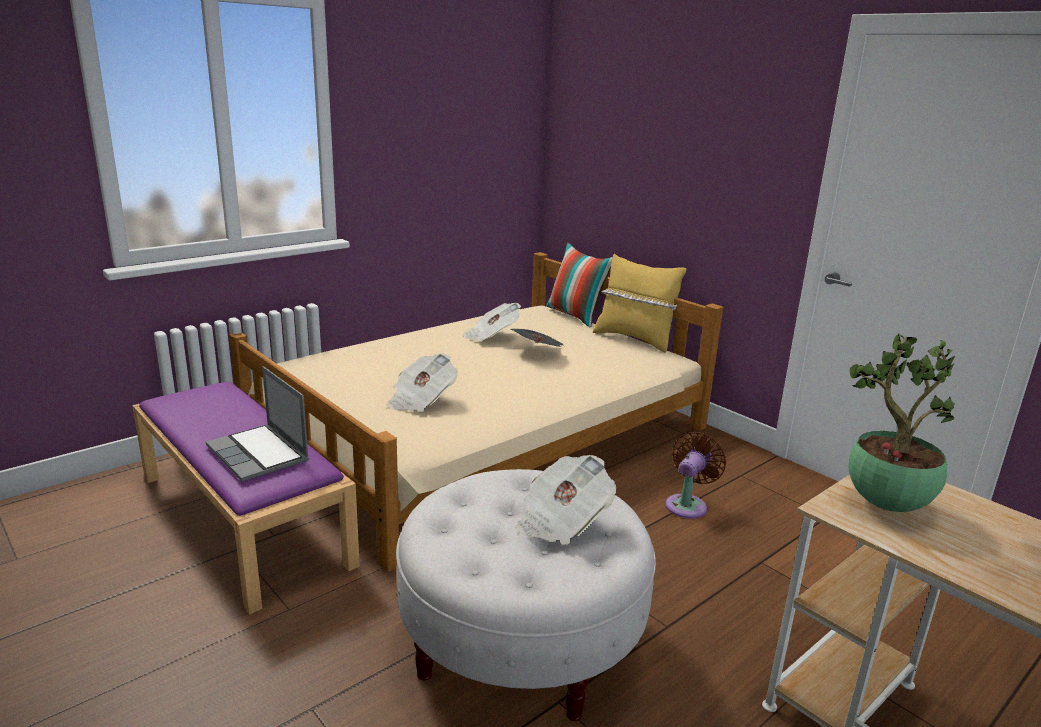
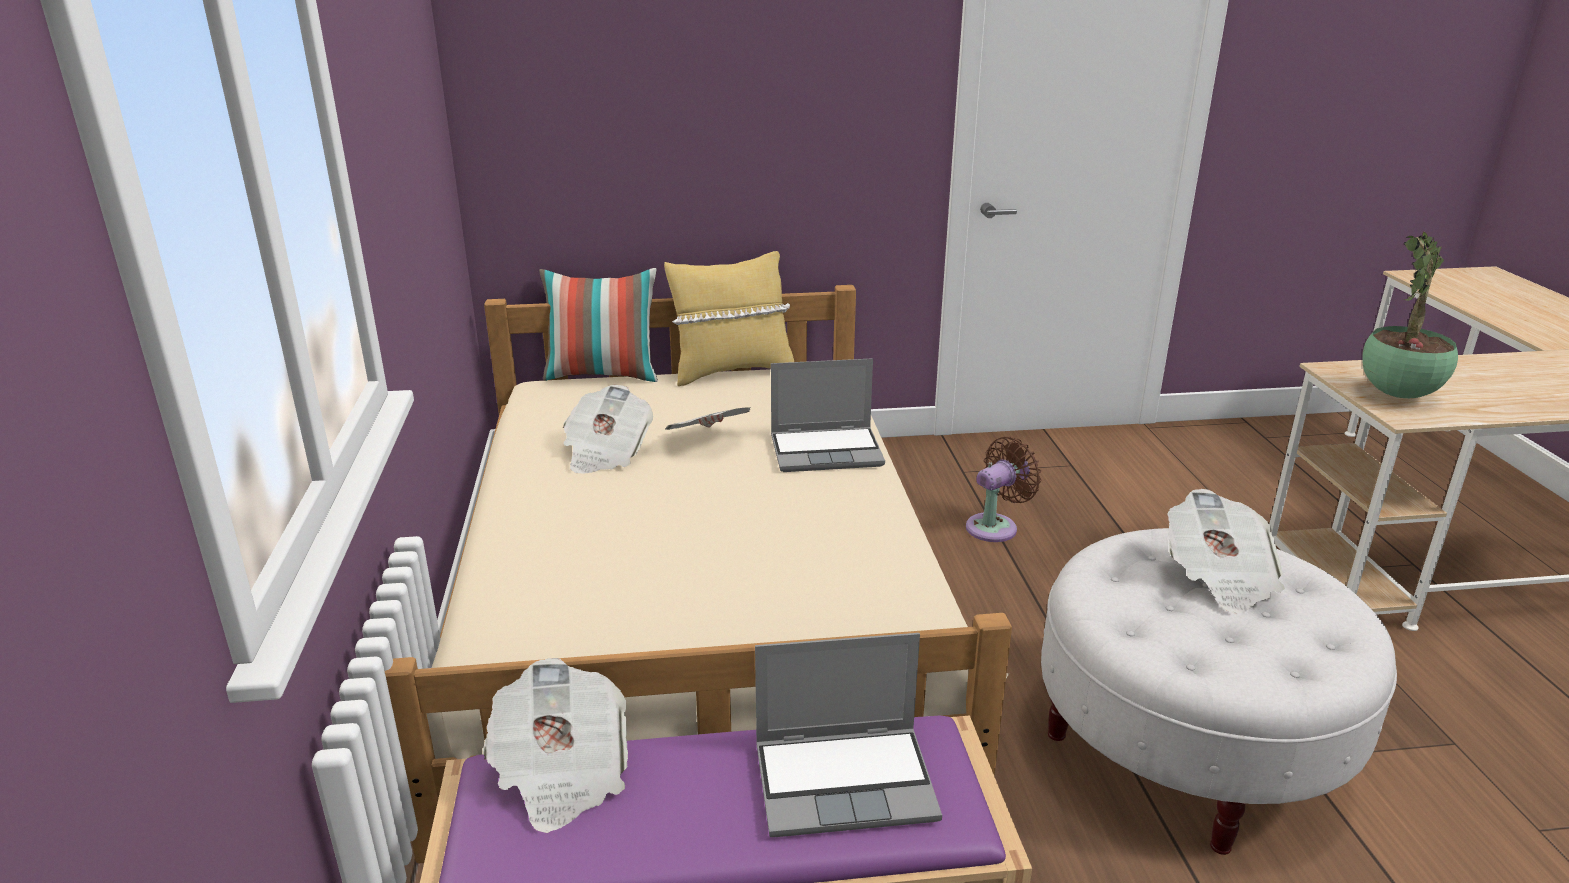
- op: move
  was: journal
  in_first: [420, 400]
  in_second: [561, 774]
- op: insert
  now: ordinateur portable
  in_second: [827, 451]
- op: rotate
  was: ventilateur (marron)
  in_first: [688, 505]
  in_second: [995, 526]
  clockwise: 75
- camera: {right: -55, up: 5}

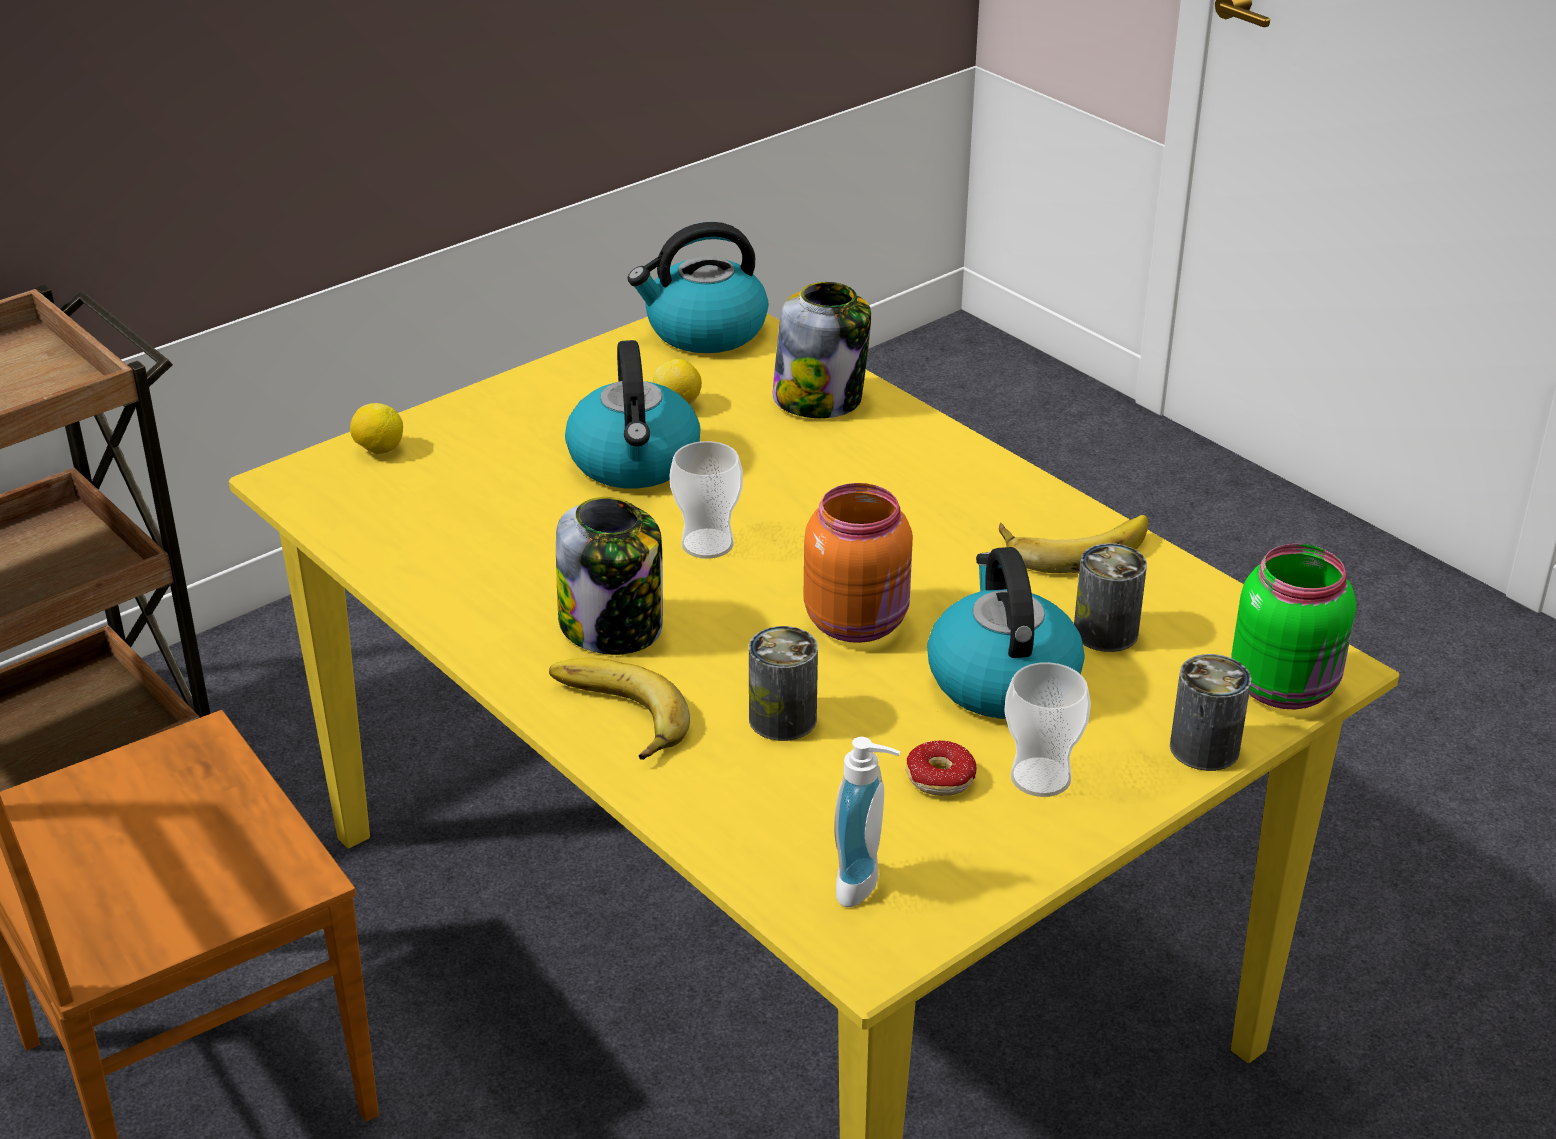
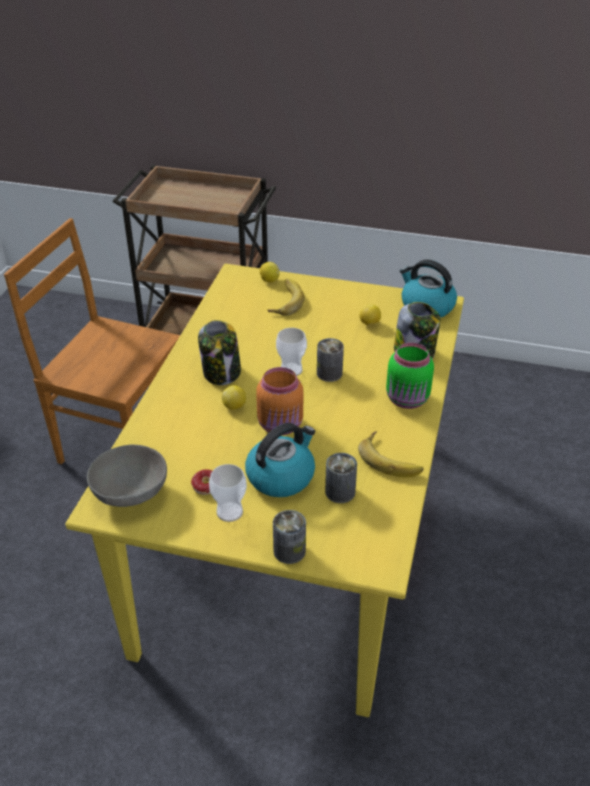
- op: replace
  was: distributeur de savon
  now: bol (gris)
  in_first: [865, 885]
  in_second: [131, 493]
- op: insert
  now: citron
  in_second: [234, 406]
- op: move
  was: banane
  in_first: [613, 718]
  in_second: [284, 300]
- op: move
  was: boîte métallique
  in_first: [782, 719]
  in_second: [329, 373]
- op: move
  was: bocal (vert)
  in_first: [1286, 687]
  in_second: [408, 400]
- op: delete
  was: bouilloire
  in_first: [635, 462]
- camera: {right: 55, up: 5}

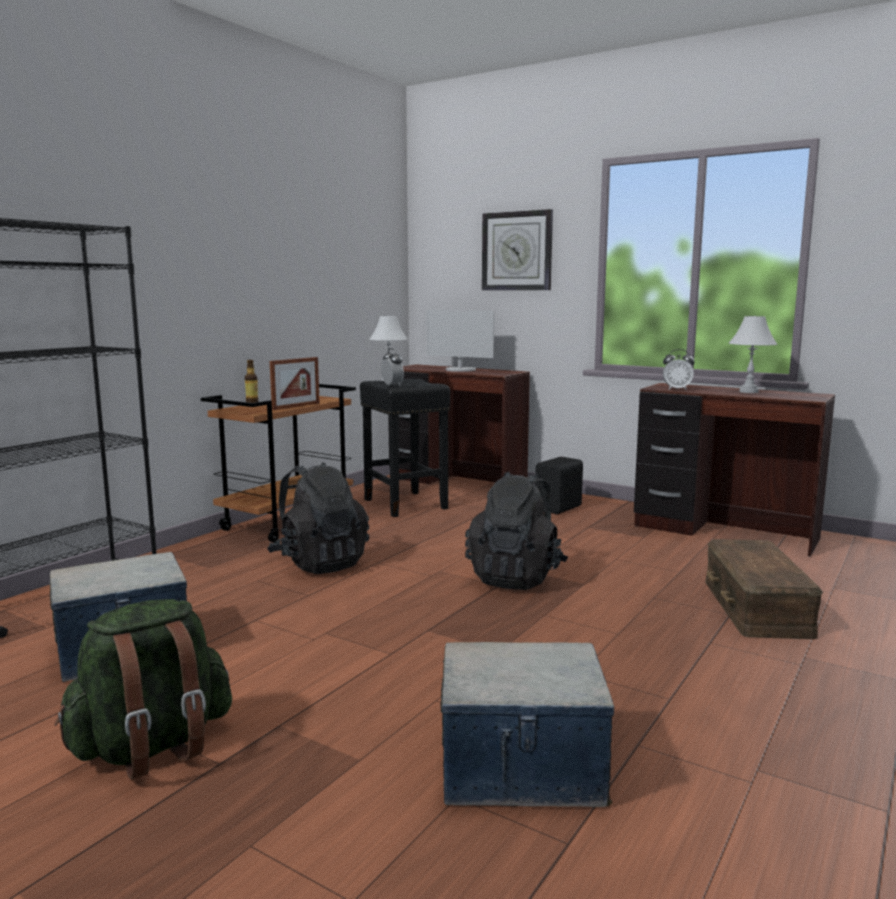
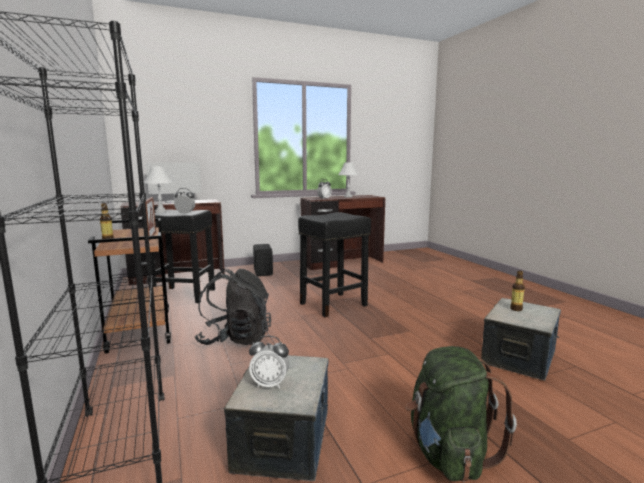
- op: insert
  now: réveil
  in_second: [270, 384]
- op: replace
  was: sac à dos (noir)
  now: tabouret (noir)
  in_first: [516, 577]
  in_second: [334, 304]
- op: insert
  now: bouteille
  in_second: [516, 309]
- op: delete
  was: horloge murale
  in_first: [517, 251]
- op: delete
  was: boîte de rangement (marron)
  in_first: [755, 607]
- camera: {right: -55, up: 0}

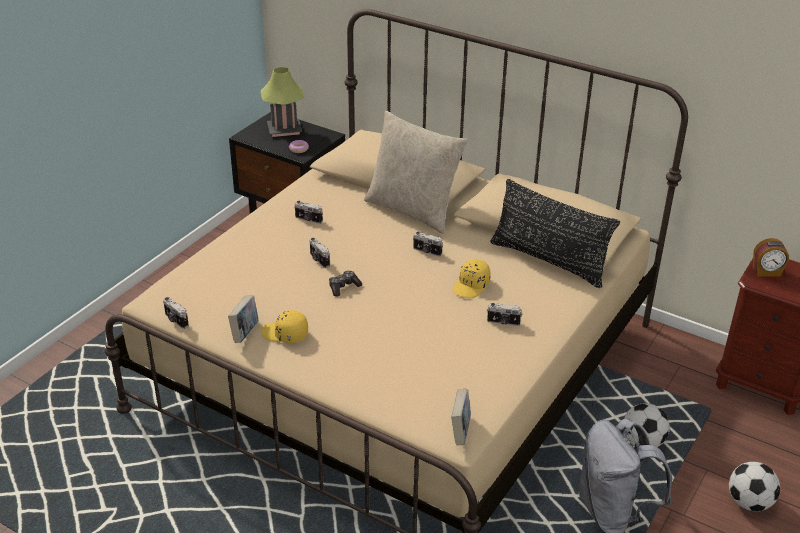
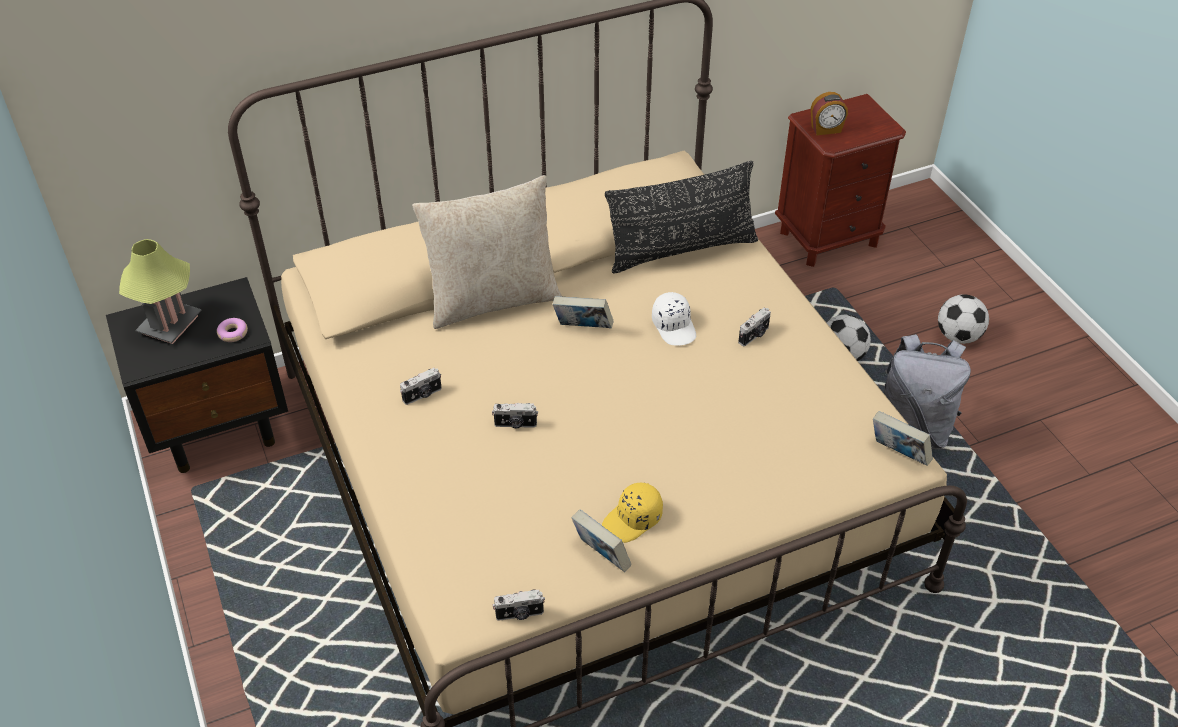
- op: replace
  was: appareil photo
  now: livre
  in_first: [427, 251]
  in_second: [583, 328]
- op: recolor
  was: casquette (jaune)
  now: casquette (blanc)
  in_first: [471, 286]
  in_second: [674, 326]
- op: rotate
  was: réveil
  in_first: [766, 272]
  in_second: [826, 129]
  clockwise: 45
- op: delete
  was: manette
  in_first: [343, 287]
- camera: {right: -55, up: 10}

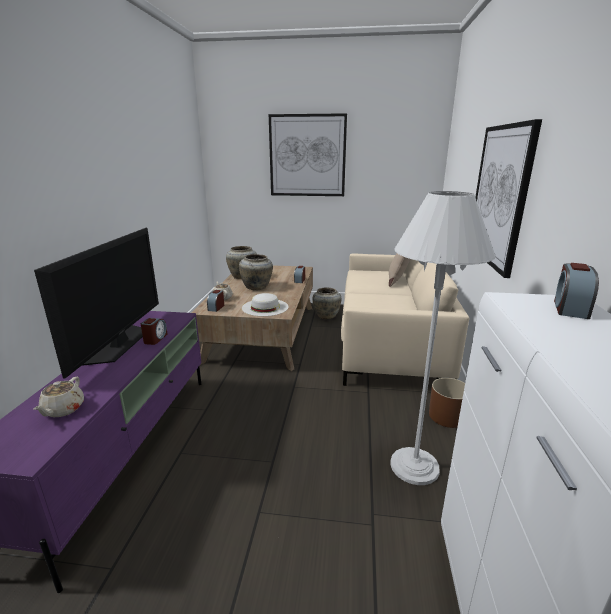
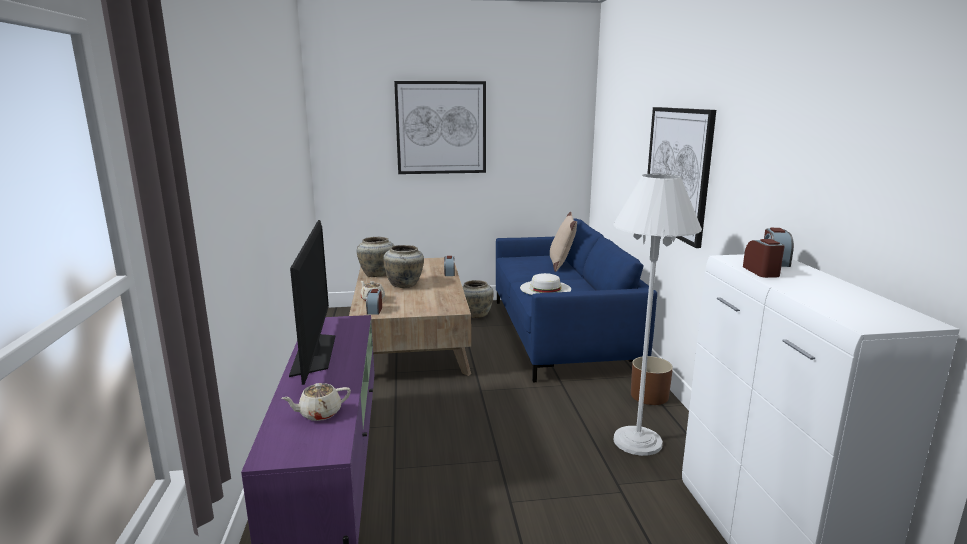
- op: rotate
  was: théière (beige)
  in_first: [63, 409]
  in_second: [319, 413]
  clockwise: 75
- op: recolor
  was: canapé (beige)
  now: canapé (bleu)
  in_first: [389, 341]
  in_second: [560, 333]
- op: move
  was: chapeau (blanc)
  in_first: [265, 307]
  in_second: [545, 288]
- op: move
  was: réveil
  in_first: [155, 339]
  in_second: [761, 272]
- camera: {right: -15, up: -5}

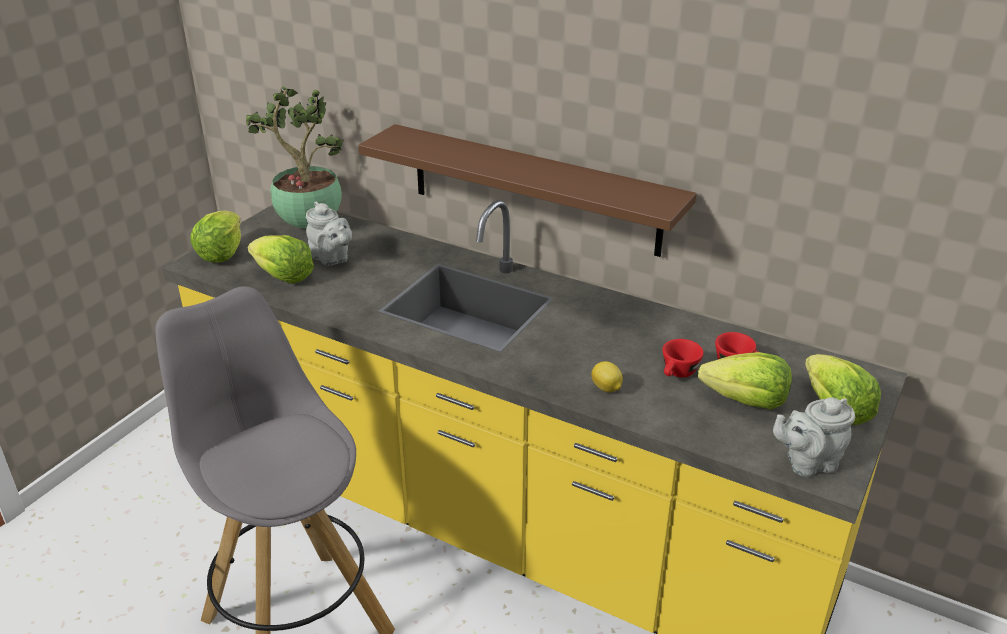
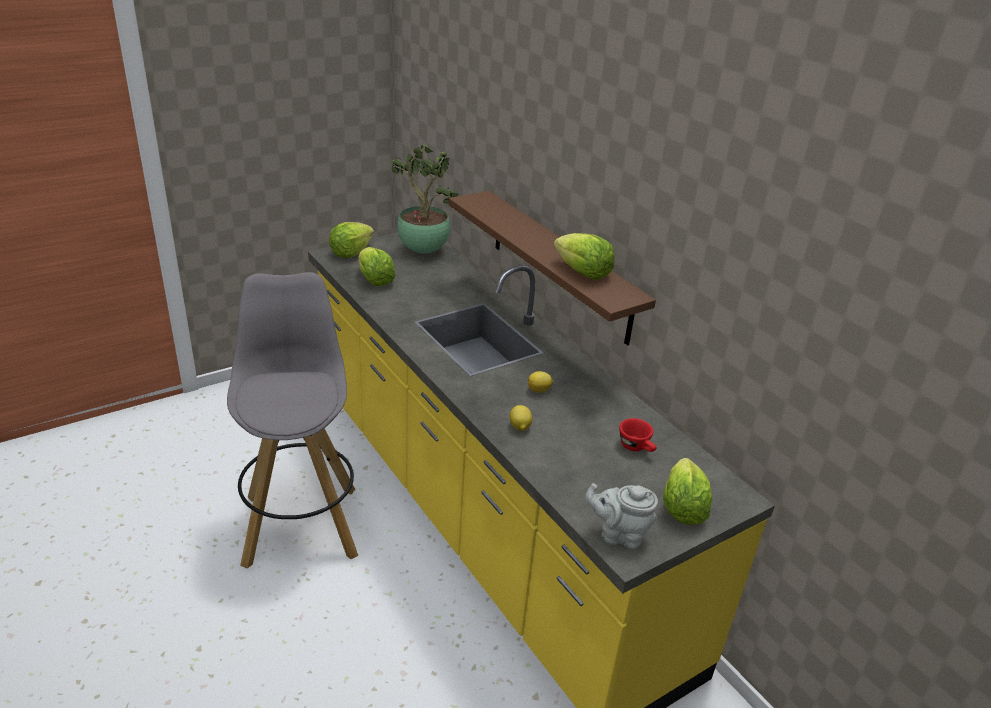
- op: insert
  now: citron
  in_second: [539, 390]
- op: move
  was: laitue
  in_first: [746, 401]
  in_second: [582, 272]
- op: delete
  was: théière (gris)
  in_first: [331, 259]
- op: delete
  was: tasse (rouge)
  in_first: [678, 374]
- camera: {right: 25, up: 0}

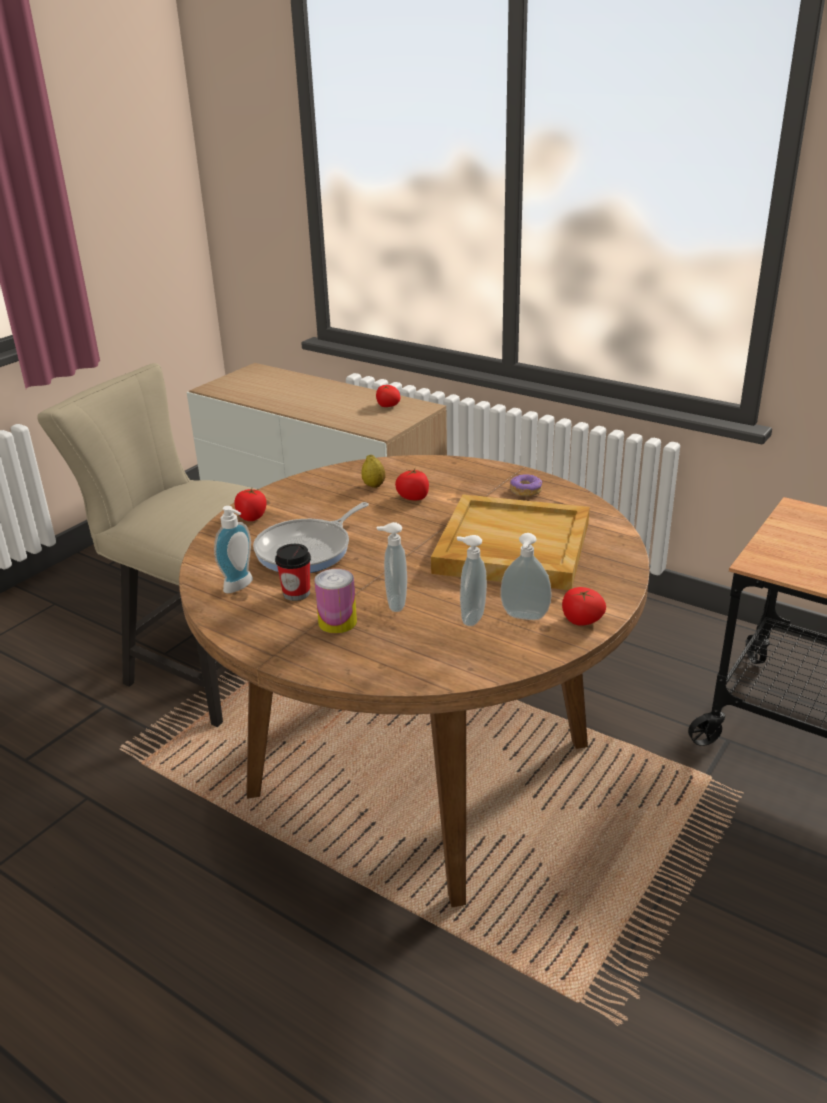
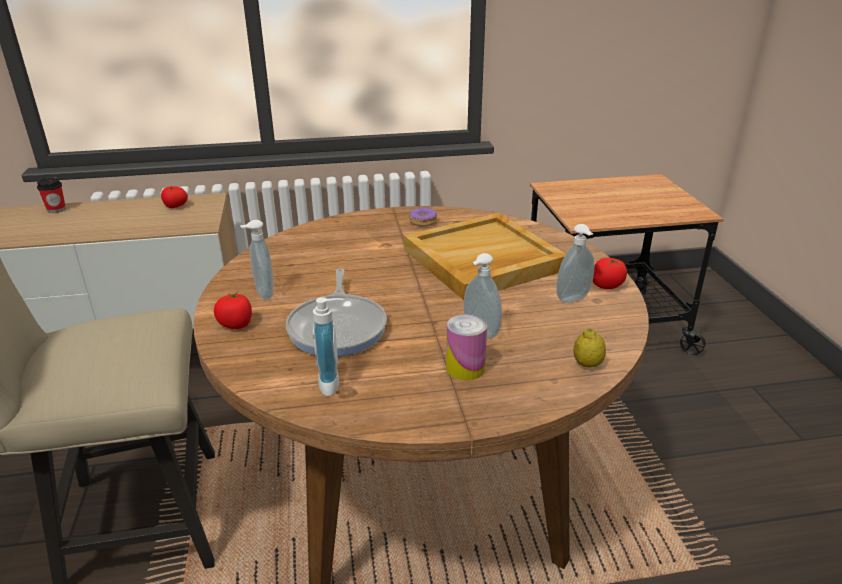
- op: move
  was: tasse
  in_first: [296, 593]
  in_second: [56, 209]
- op: move
  was: distributeur de savon
  in_first: [470, 617]
  in_second: [263, 294]
- op: move
  was: citron
  in_first: [374, 485]
  in_second: [587, 364]
- op: delete
  was: tomate
  in_first: [413, 497]
- camera: {right: -45, up: 0}

